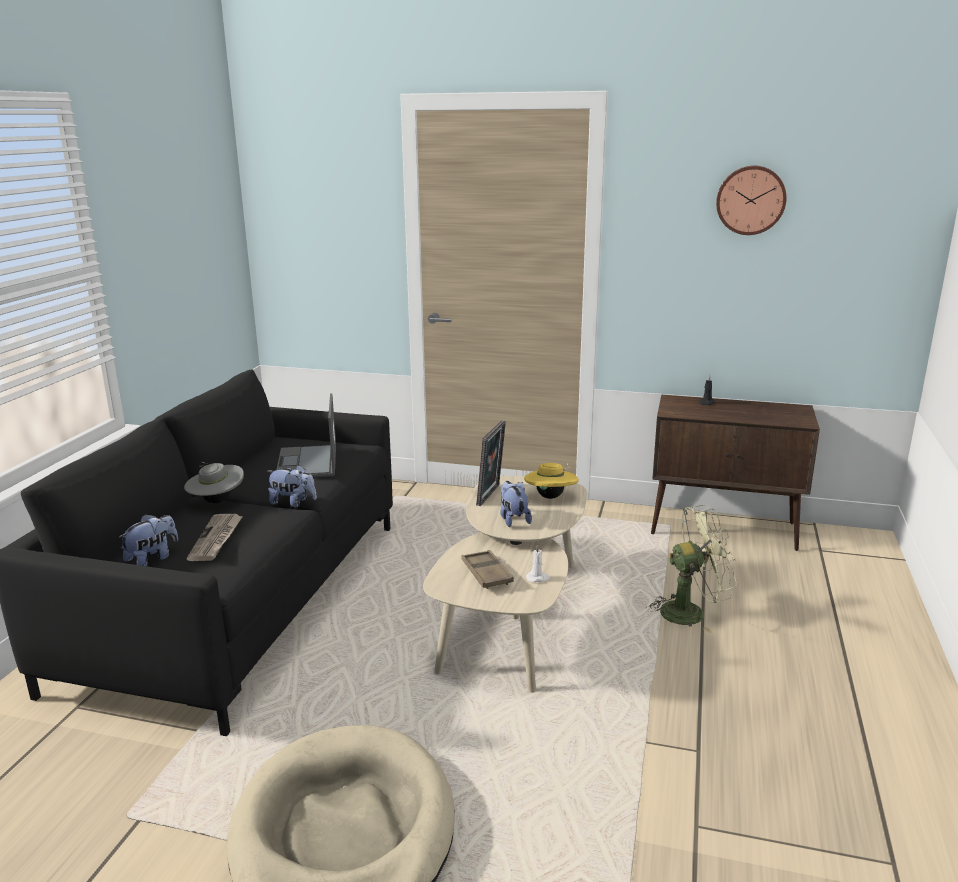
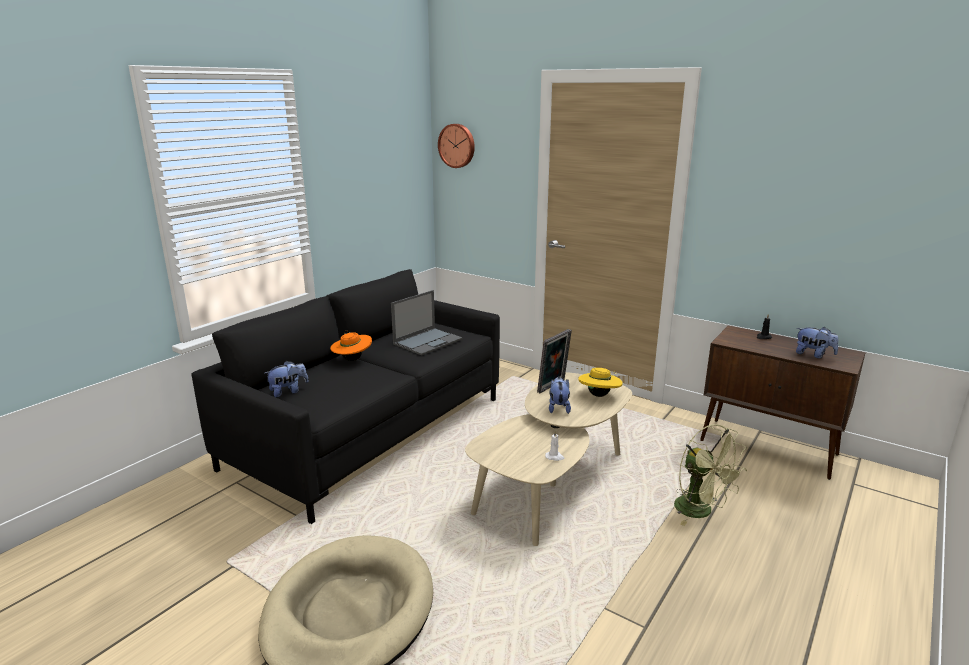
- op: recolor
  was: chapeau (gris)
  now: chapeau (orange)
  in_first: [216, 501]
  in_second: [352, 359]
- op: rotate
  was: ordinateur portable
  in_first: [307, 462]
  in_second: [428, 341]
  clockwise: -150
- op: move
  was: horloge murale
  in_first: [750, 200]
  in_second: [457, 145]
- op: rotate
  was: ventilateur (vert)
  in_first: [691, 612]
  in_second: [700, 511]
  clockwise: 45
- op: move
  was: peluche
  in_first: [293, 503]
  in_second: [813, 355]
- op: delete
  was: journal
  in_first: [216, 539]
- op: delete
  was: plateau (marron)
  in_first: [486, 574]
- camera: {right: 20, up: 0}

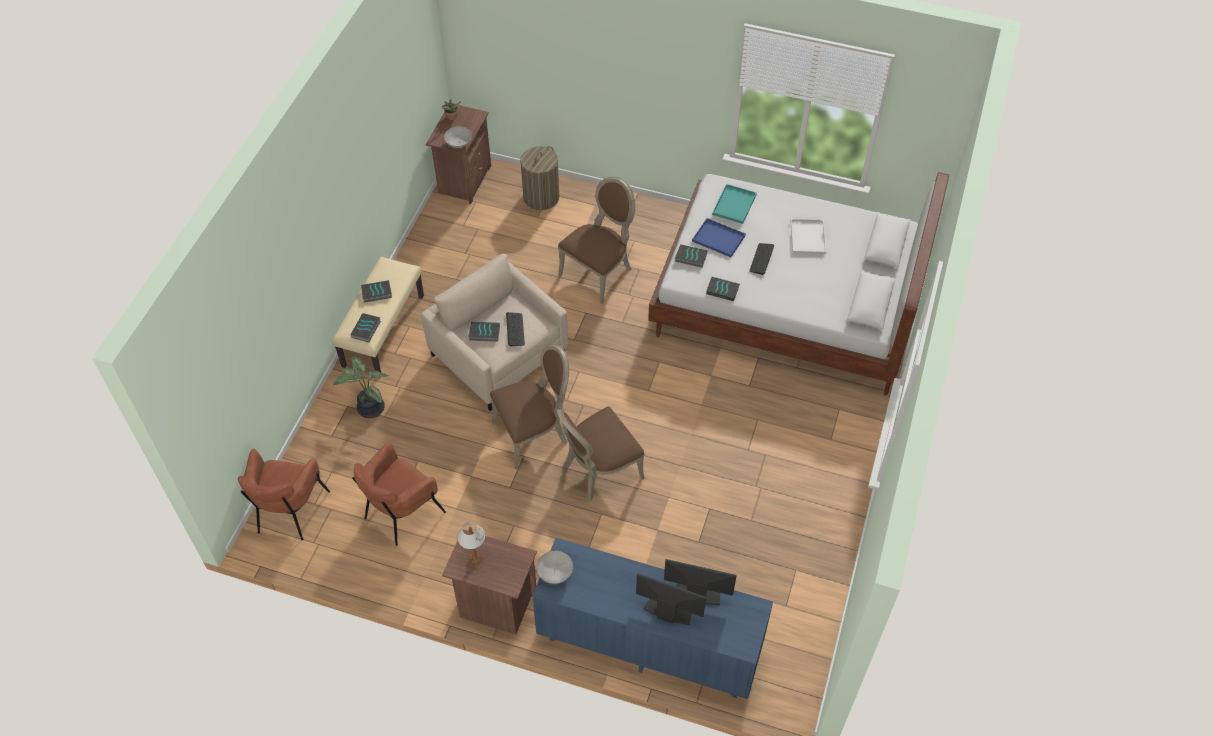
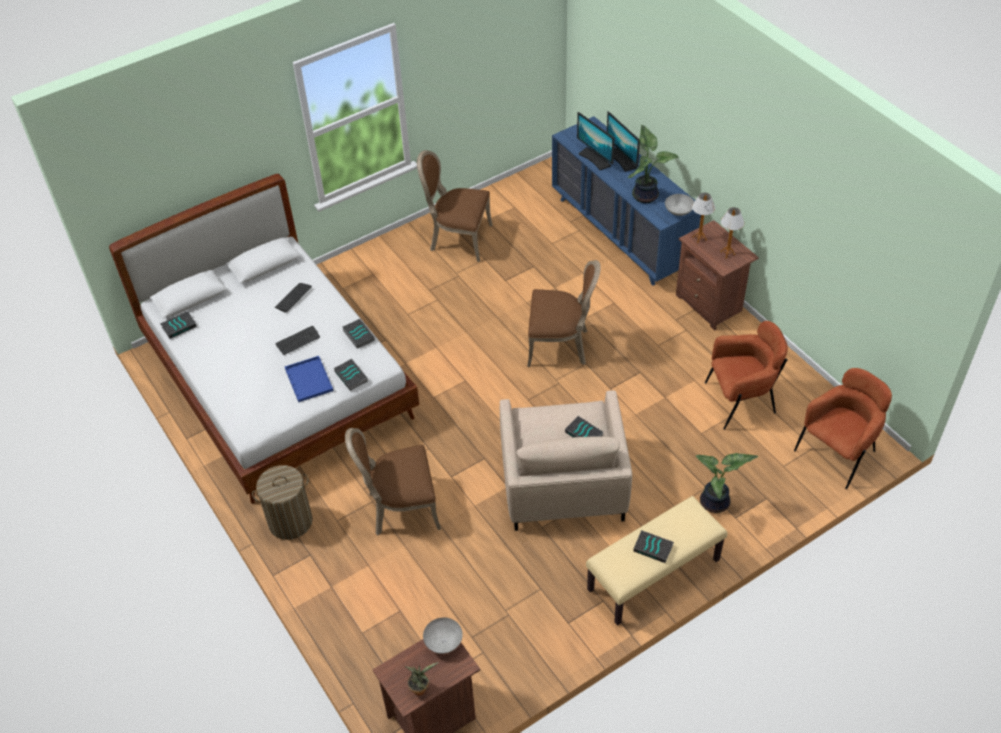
- op: move
  was: livre
  in_first: [366, 330]
  in_second: [179, 326]
- op: move
  was: panier à linge
  in_first: [541, 197]
  in_second: [290, 521]
- op: move
  was: clavier
  in_first: [515, 330]
  in_second: [293, 298]
- op: move
  was: chaise (marron)
  in_first: [533, 433]
  in_second: [458, 239]
- op: insert
  now: plante en pot
  in_second: [646, 195]
- op: insert
  now: lampe de table
  in_second: [699, 238]
- op: delete
  was: plateau (turquoise)
  in_first: [734, 204]
- op: delete
  was: plateau (blanc)
  in_first: [807, 236]
- camera: {right: -140, up: -5}

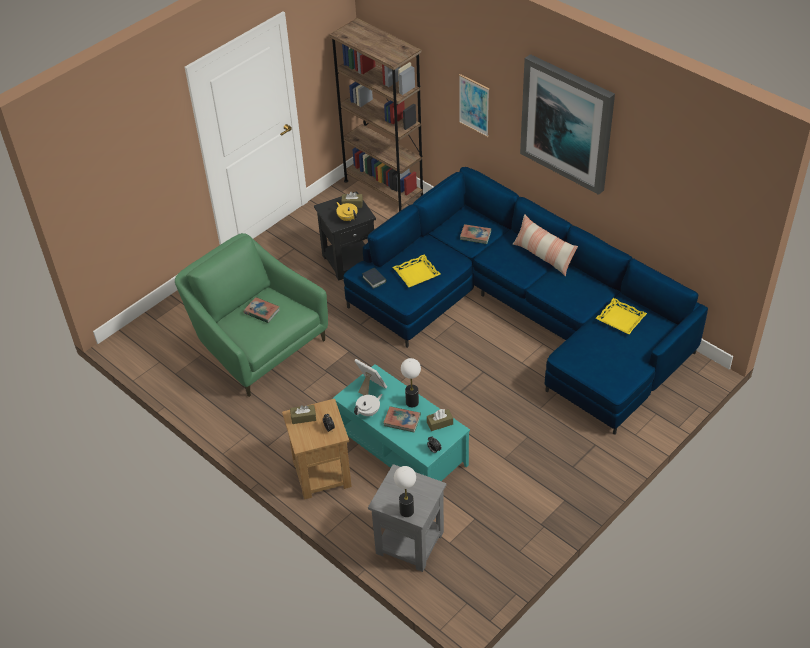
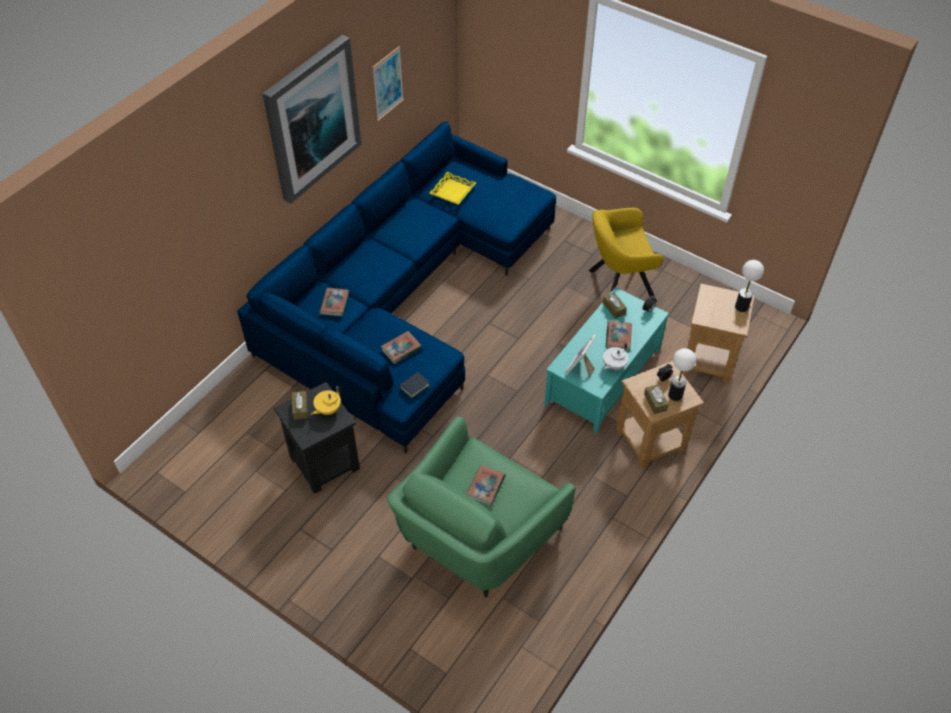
- op: move
  was: tableau
  in_first: [474, 105]
  in_second: [387, 83]
- op: replace
  was: plateau (jaune)
  now: livre
  in_first: [416, 273]
  in_second: [401, 349]
- op: insert
  now: fauteuil (jaune)
  in_second: [617, 286]
- op: rotate
  was: théière (blanc)
  in_first: [369, 412]
  in_second: [613, 365]
  clockwise: -90
- op: move
  was: lampe de table
  in_first: [412, 402]
  in_second: [675, 395]
- op: recolor
  was: table d'appoint (gris)
  now: table d'appoint (marron)
  in_first: [409, 542]
  in_second: [708, 360]
- op: delete
  was: bibliothèque (marron)
  in_first: [383, 189]
- op: delete
  was: coussin
  in_first: [543, 256]
- camera: {right: -100, up: 5}

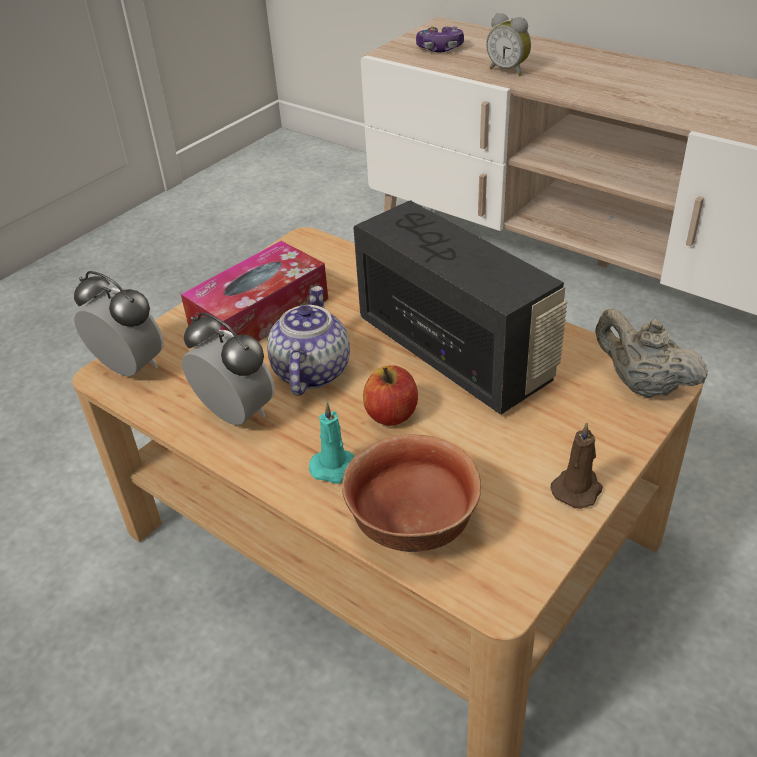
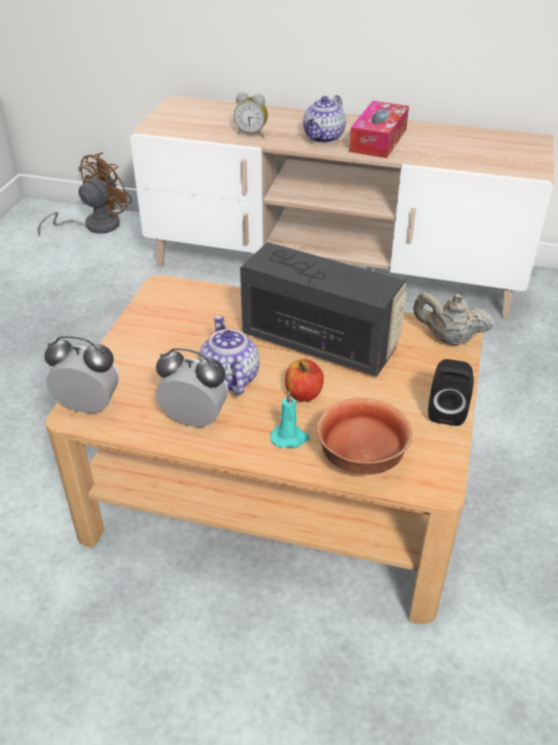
- op: insert
  now: ventilateur (marron)
  in_second: [94, 225]
- op: insert
  now: théière
  in_second: [324, 137]
- op: move
  was: boîte à mouchoirs
  in_first: [260, 314]
  in_second: [378, 140]
- op: replace
  was: bougie (marron)
  now: enceinte (noir)
  in_first: [577, 488]
  in_second: [446, 411]
- op: delete
  was: manette
  in_first: [440, 48]
- camera: {right: -25, up: 0}

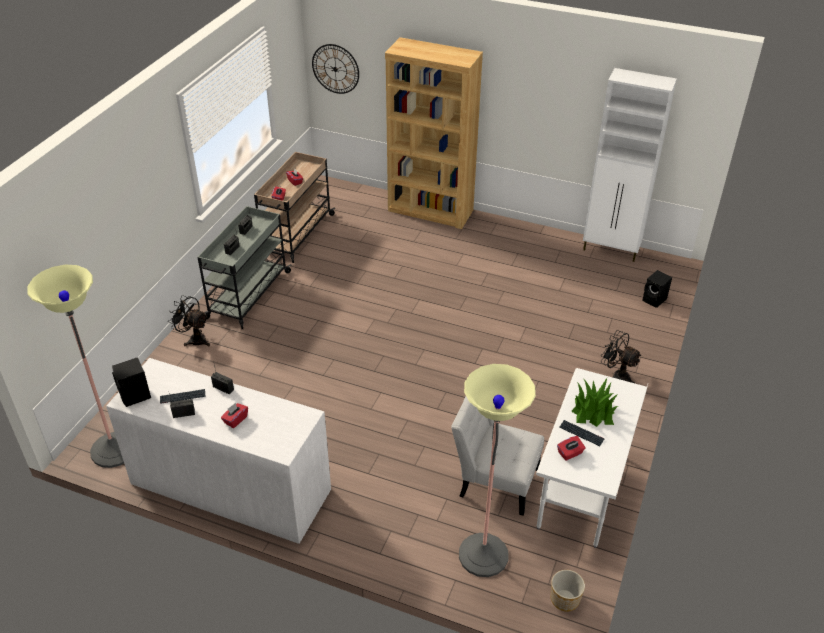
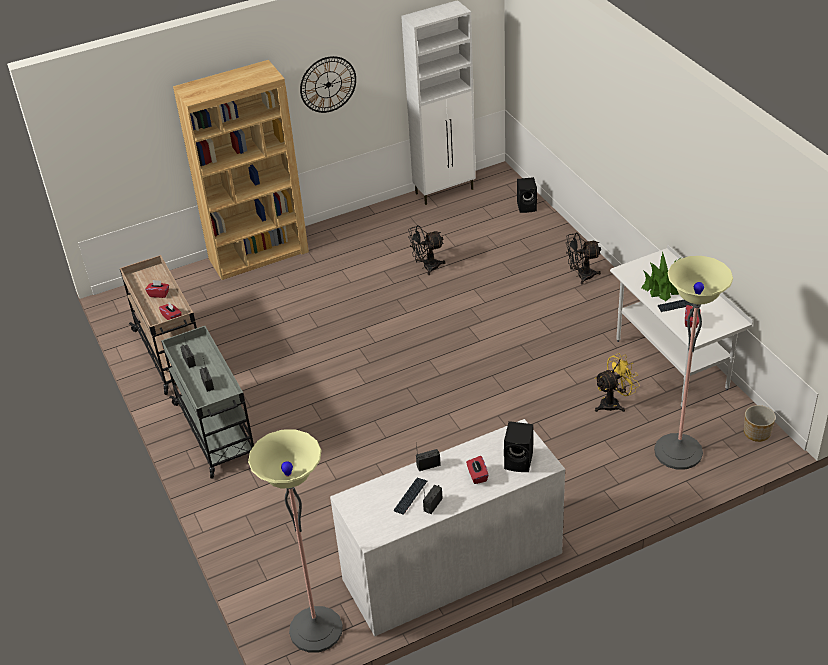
- op: move
  was: horloge murale
  in_first: [335, 69]
  in_second: [328, 84]
- op: move
  was: ventilateur (noir)
  in_first: [194, 339]
  in_second: [426, 267]
- op: move
  was: enceinte (noir)
  in_first: [135, 396]
  in_second: [519, 461]
- op: replace
  was: chaise (blanc)
  now: ventilateur (jaune)
  in_first: [494, 480]
  in_second: [613, 403]
- camera: {right: -45, up: 0}

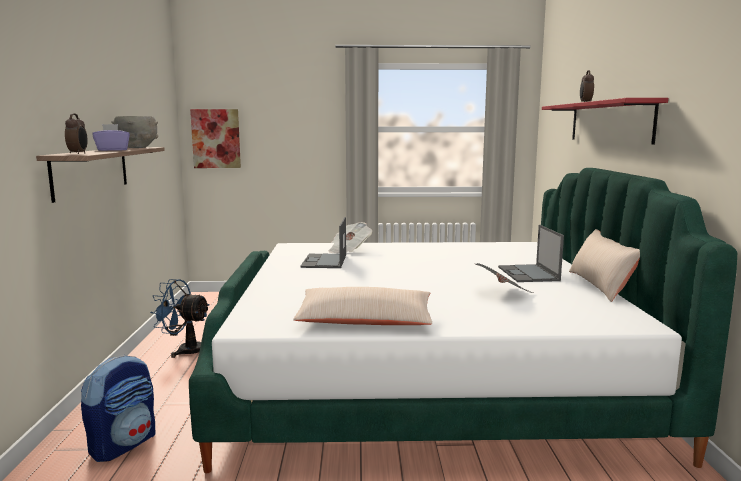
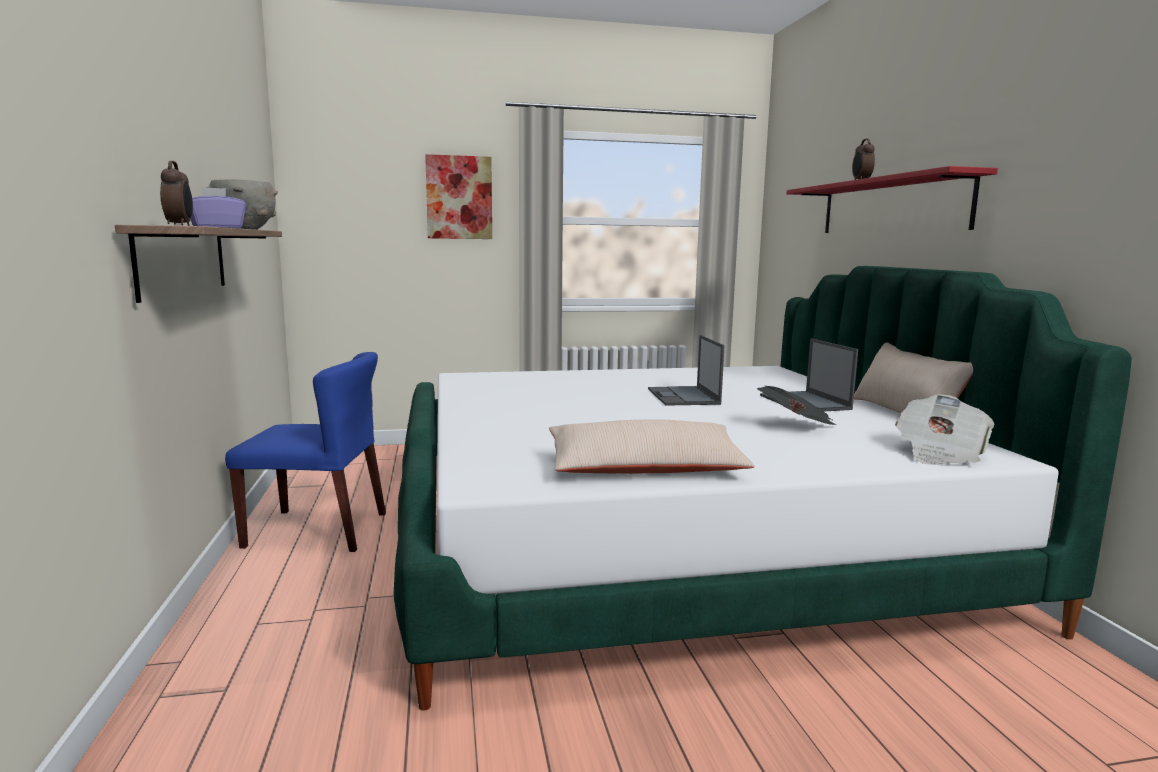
- op: replace
  was: ventilateur (bleu)
  now: chaise (bleu)
  in_first: [185, 350]
  in_second: [318, 530]
- op: move
  was: tableau
  in_first: [216, 138]
  in_second: [459, 197]
- op: move
  was: ordinateur portable
  in_first: [324, 261]
  in_second: [683, 397]
- op: move
  was: journal
  in_first: [349, 250]
  in_second: [939, 454]
- op: delete
  was: sac à dos
  in_first: [124, 444]
- camera: {right: -10, up: 0}

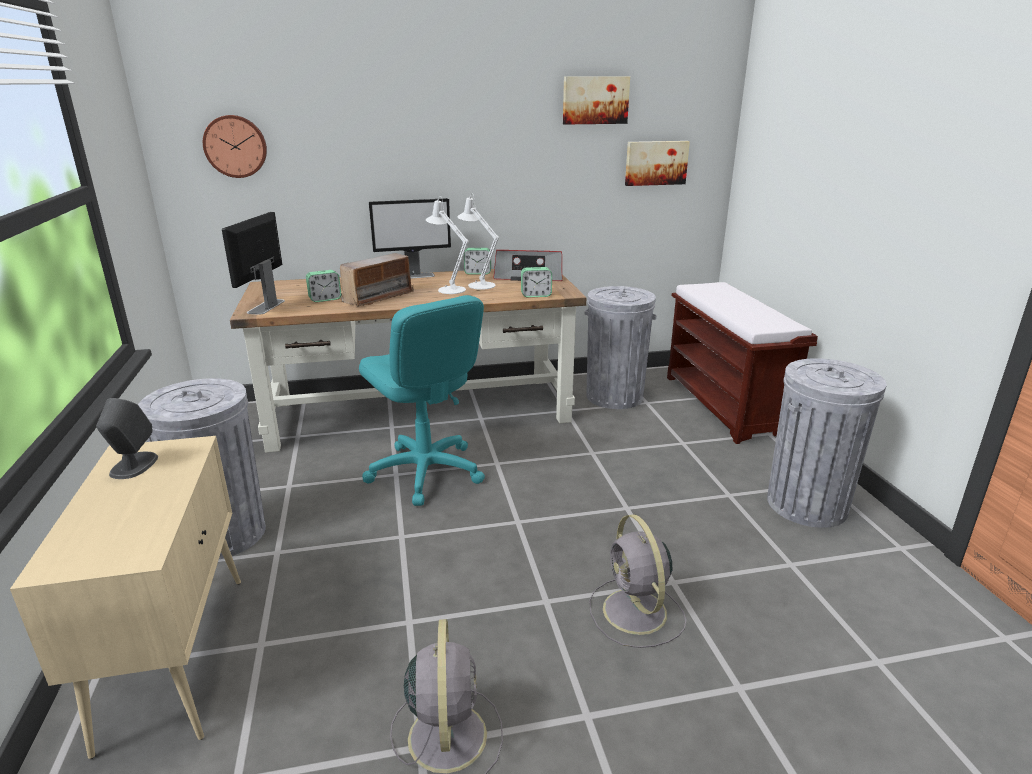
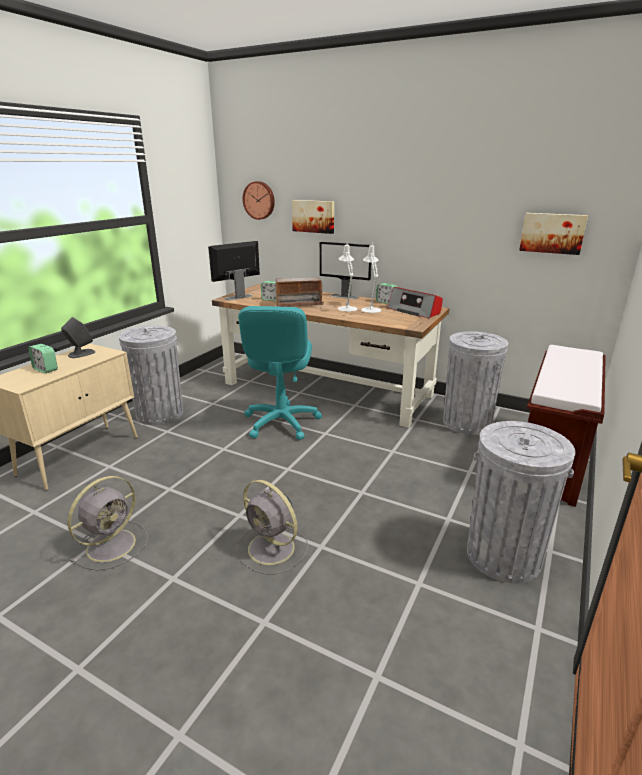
- op: move
  was: réveil
  in_first: [536, 295]
  in_second: [46, 369]
- op: rotate
  was: ventilateur (gris)
  in_first: [636, 613]
  in_second: [273, 549]
  clockwise: -75
- op: move
  was: tableau
  in_first: [595, 100]
  in_second: [313, 216]
- camera: {right: 40, up: 0}

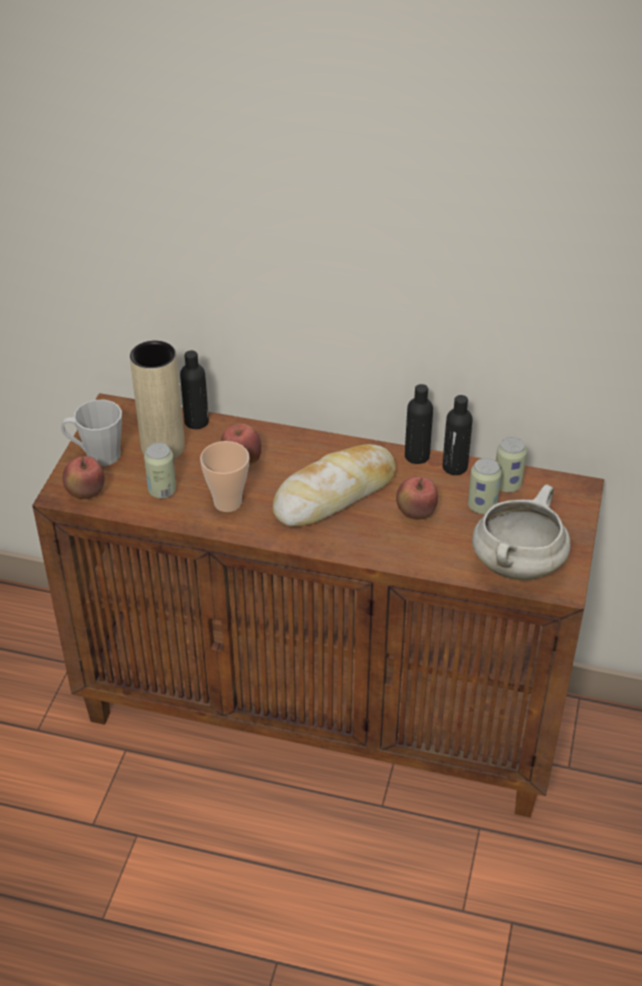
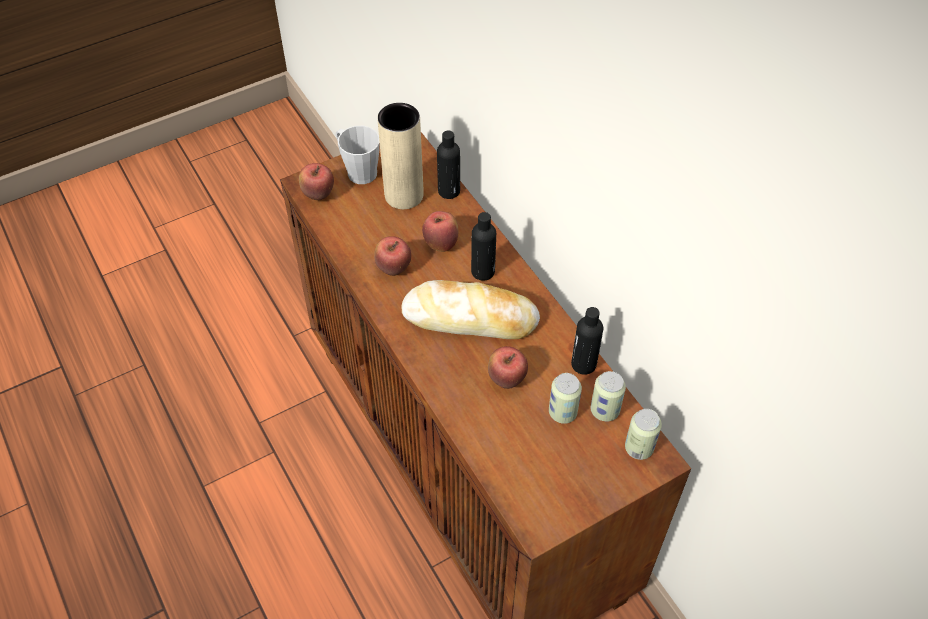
- op: replace
  was: tasse
  now: pomme
  in_first: [227, 502]
  in_second: [393, 268]
- op: move
  was: bouteille (noir)
  in_first: [417, 456]
  in_second: [483, 271]
- op: move
  was: boîte métallique
  in_first: [162, 490]
  in_second: [639, 448]
- op: delete
  was: marmite (blanc)
  in_first: [517, 564]
- camera: {right: 45, up: 10}

